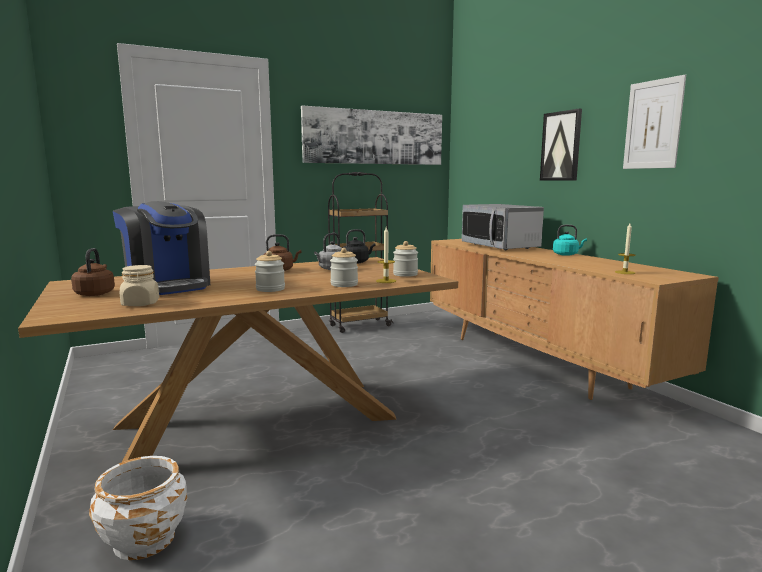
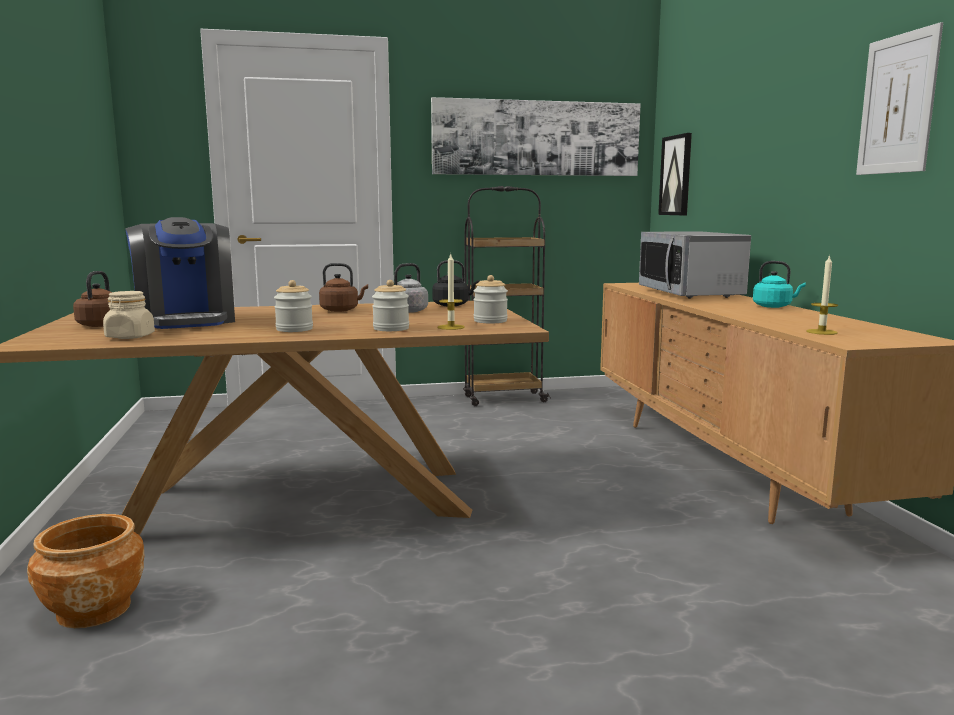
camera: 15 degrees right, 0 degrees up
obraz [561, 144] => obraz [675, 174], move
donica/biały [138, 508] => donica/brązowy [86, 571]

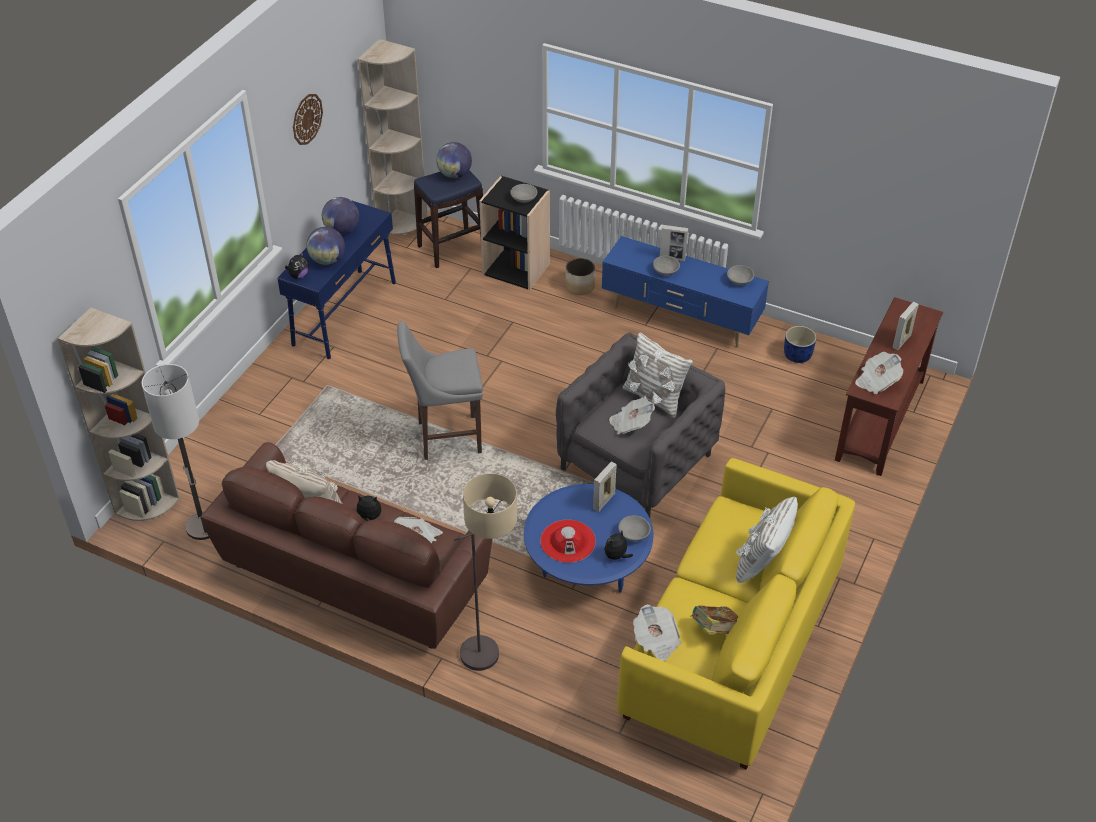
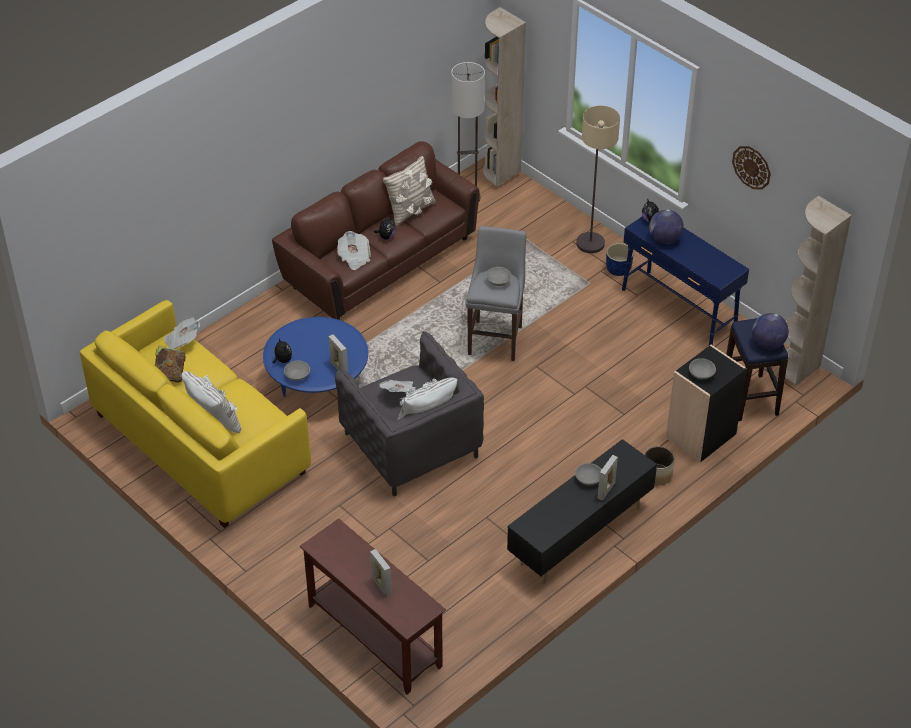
camera: 110 degrees right, 0 degrees up
globus [340, 216] => nothing
kapelusz/czerwony [568, 541] => nothing
gazeta [879, 373] => nothing
lampa stojąca/beżowy [485, 572] => lampa stojąca/beżowy [598, 179], move
miska/szary [740, 275] => miska/szary [498, 276], move
donica/niebieski [800, 344] => donica/niebieski [620, 259], move
szafka pod telewizor/niebieski [685, 291] => szafka pod telewizor/czarny [582, 511]

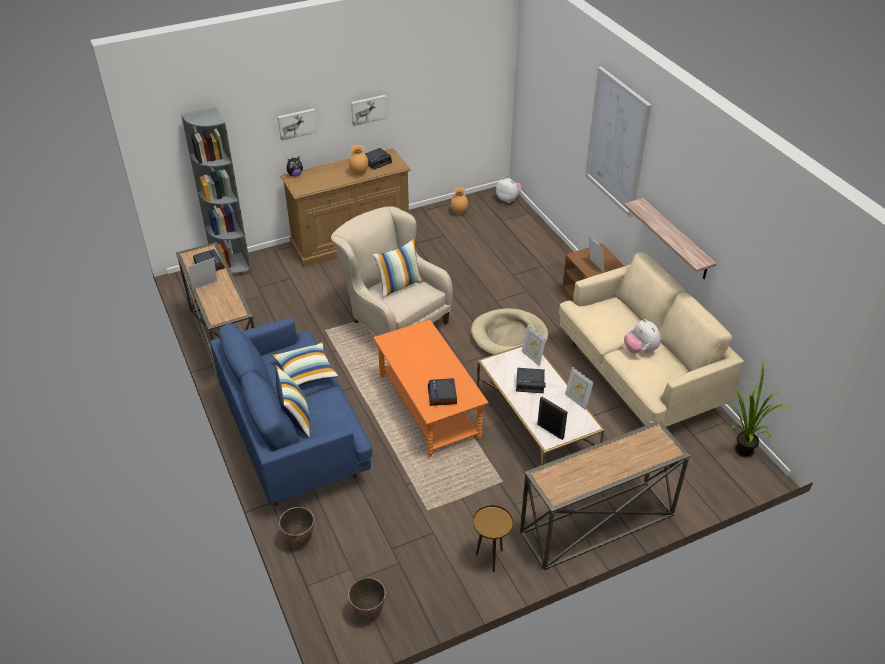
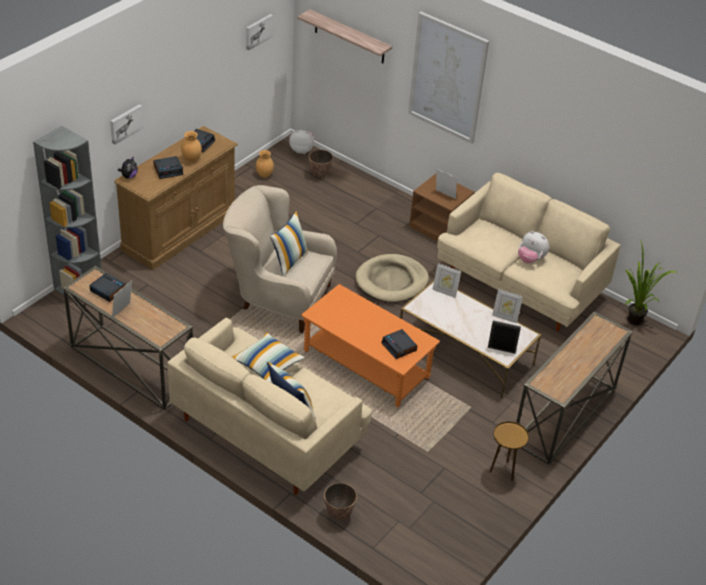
camera: 30 degrees left, 0 degrees up
donica [367, 598] => donica [321, 163], move
obraz [369, 110] => obraz [259, 32], move
budzik [531, 380] => budzik [168, 167], move
półka [670, 238] => półka [344, 36], move
kanapa/niebieski [291, 411] => kanapa/beżowy [269, 406]

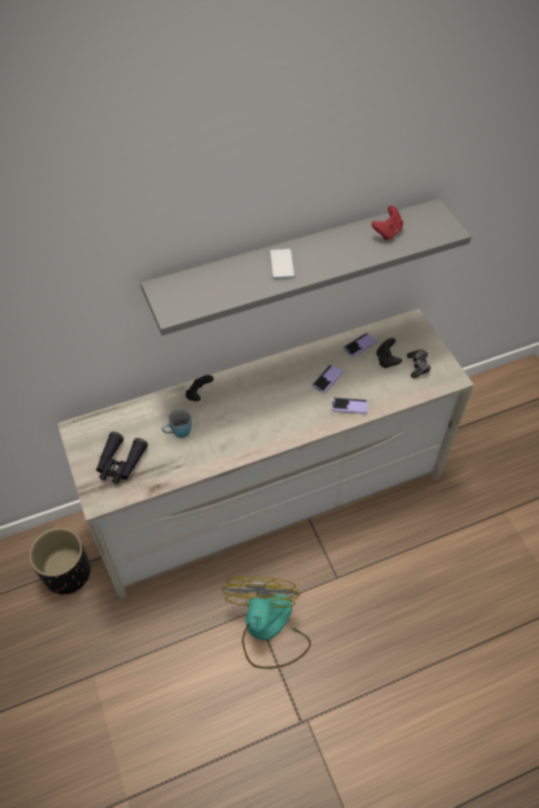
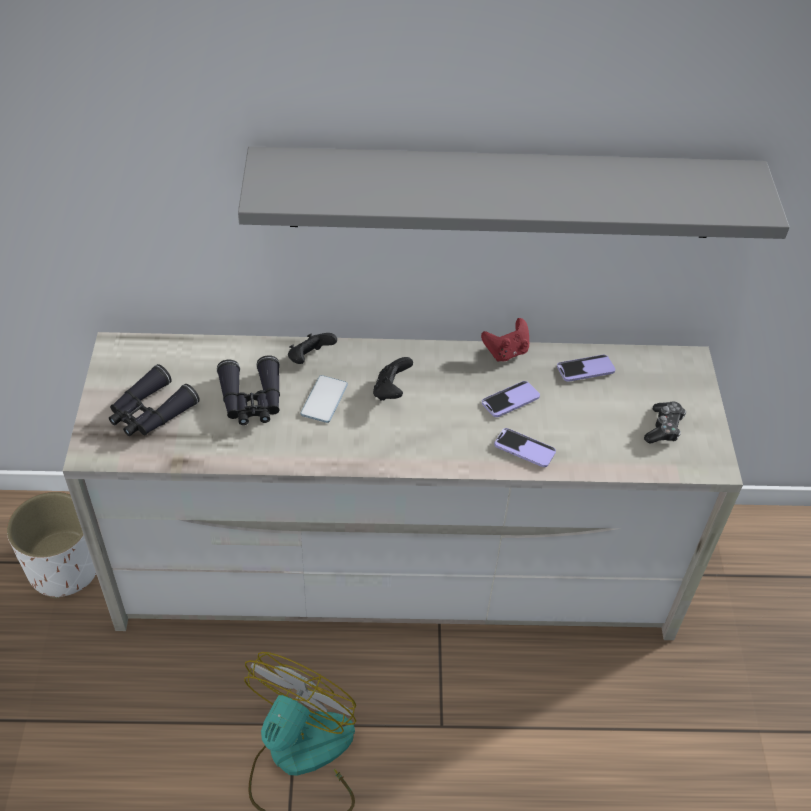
camera: 20 degrees right, 5 degrees down
telefon [282, 264] => telefon [324, 399], move
pad do gier/czerwony [387, 223] => pad do gier/czerwony [505, 340], move
pad do gier/czarny [389, 353] => pad do gier/czarny [393, 379], move
kubek/niebieski [176, 423] => lornetka/czarny [248, 390]
donica/czarny [60, 561] => donica/biały [51, 545]

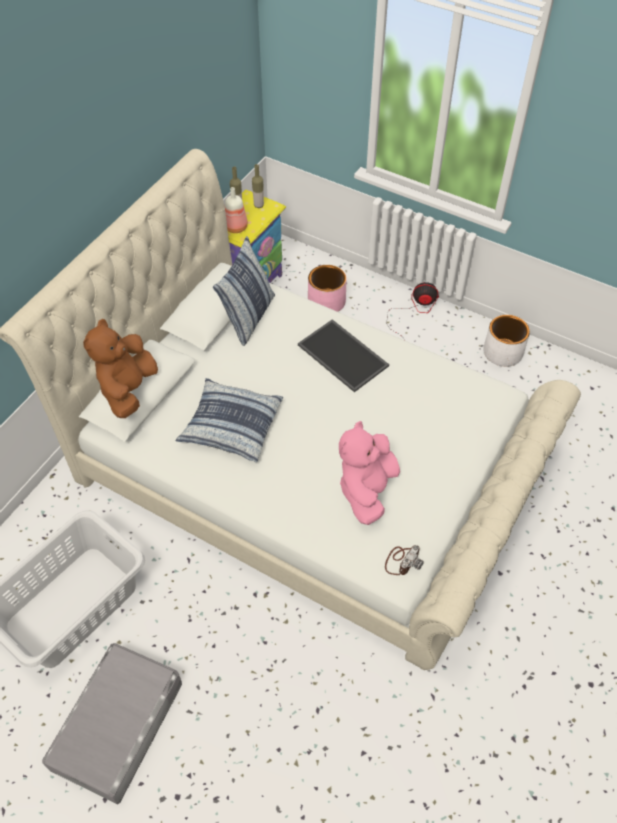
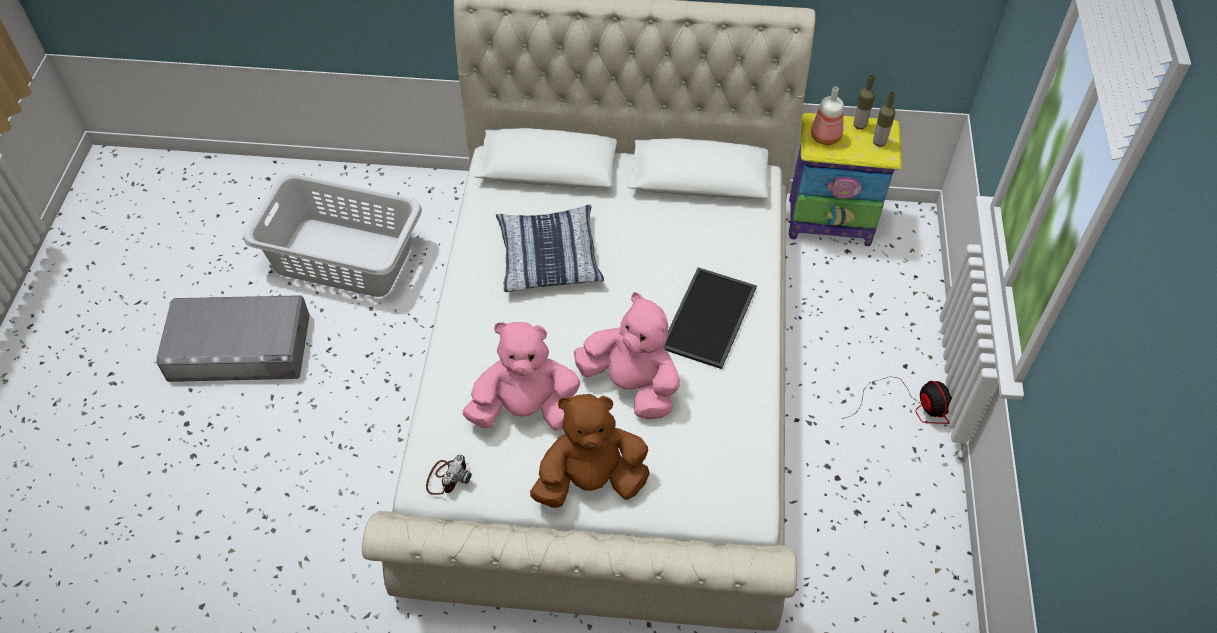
camera: 65 degrees right, 0 degrees up
poduszka [244, 291] => nothing
donica/różowy [327, 288] => nothing
donica/biały [506, 341] => nothing
nothing => pluszak/różowy [627, 355]
pluszak/brązowy [120, 368] => pluszak/brązowy [590, 451], move
aparat fotograficzny [404, 560] => aparat fotograficzny [448, 475], 75 degrees counterclockwise

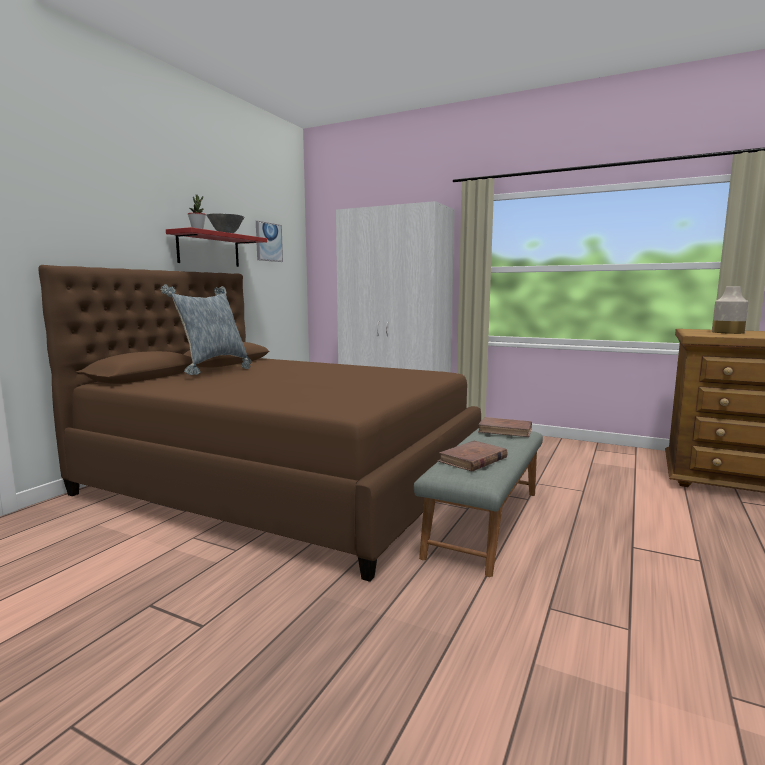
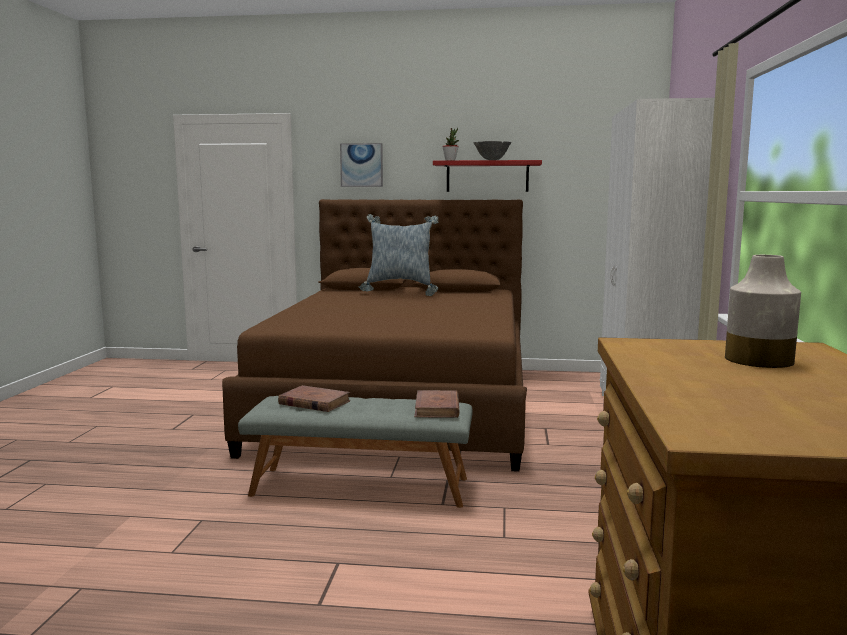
camera: 70 degrees right, 0 degrees up
obraz [269, 241] => obraz [361, 165], move

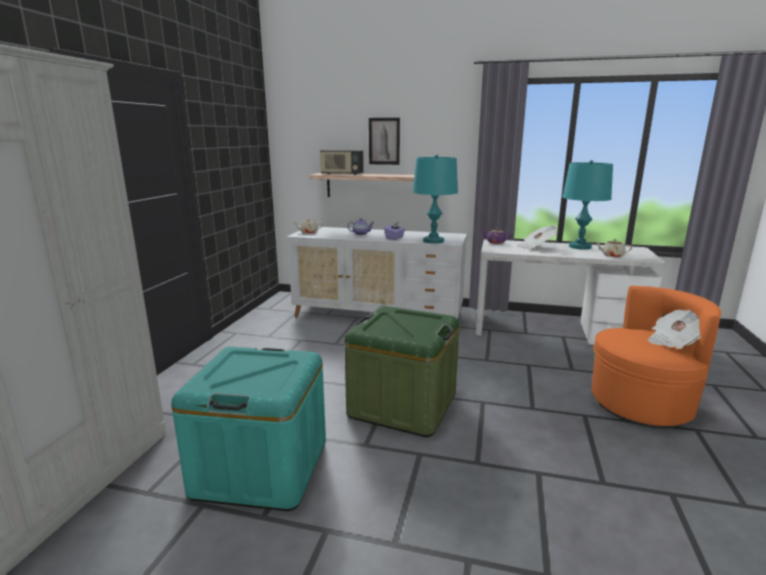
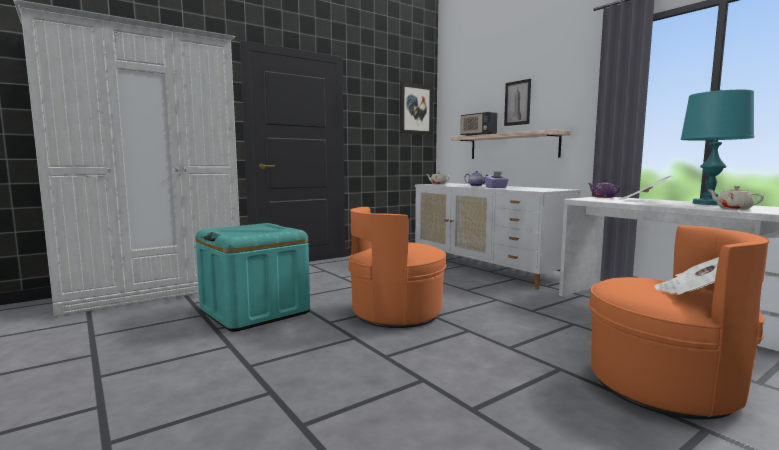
camera: 40 degrees right, 10 degrees down
lampa stołowa/turkusowy [435, 199] => nothing
nothing => obraz [416, 108]
pojemnik do przechowywania/zielony [401, 371] => fotel/pomarańczowy [397, 267]

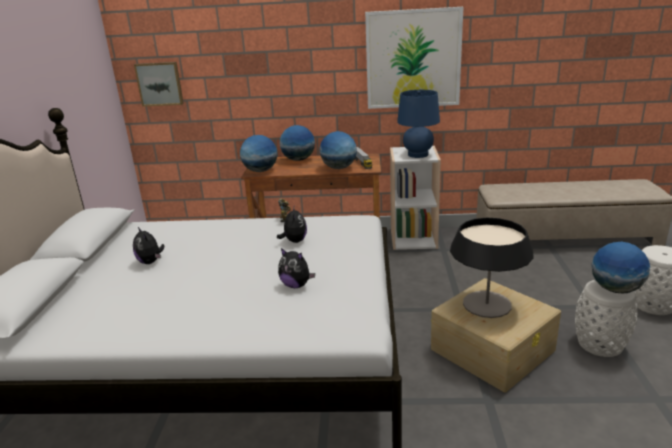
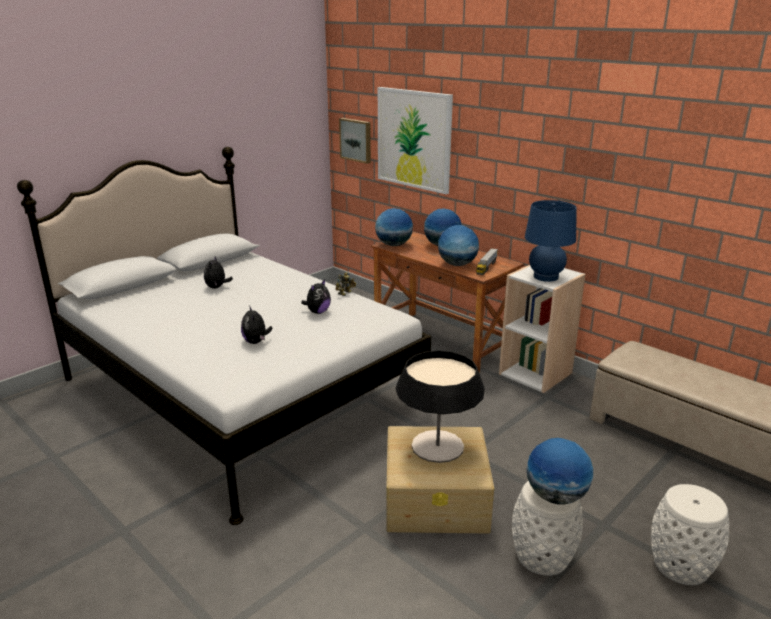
camera: 40 degrees right, 0 degrees up
obraz [414, 58] => obraz [415, 140], move

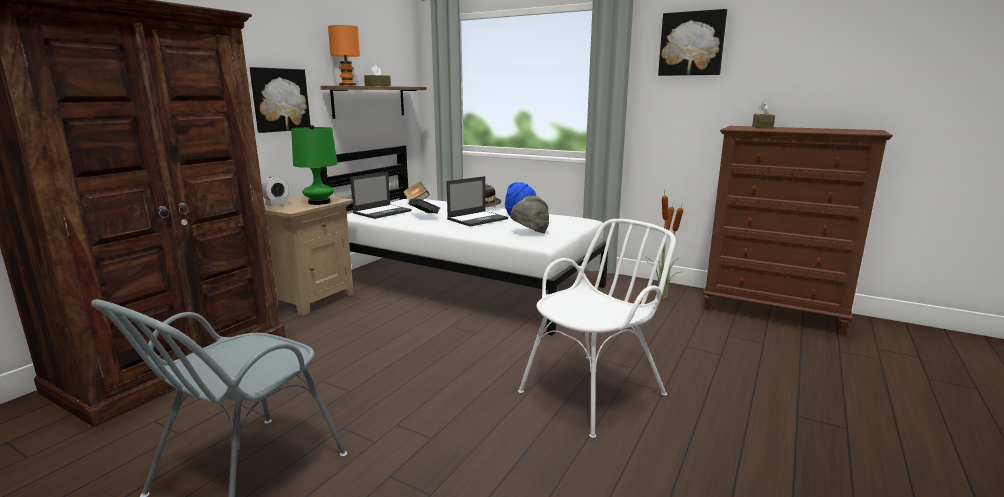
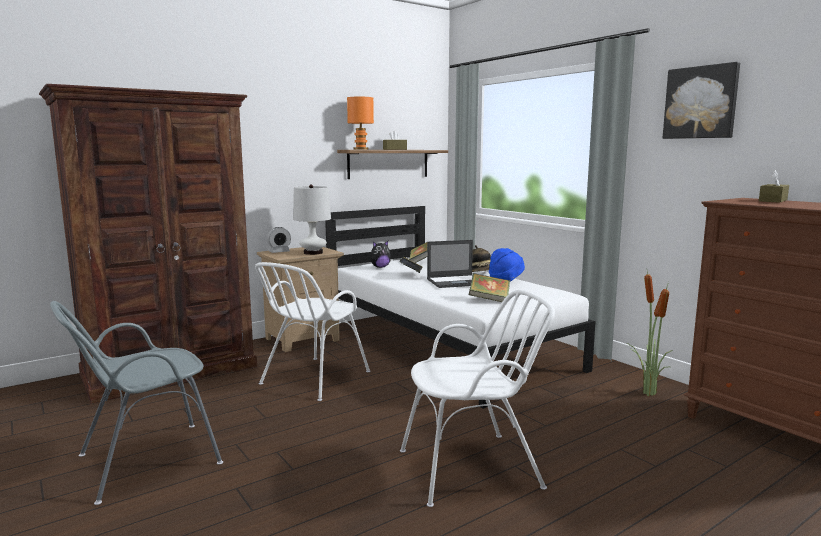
camera: 25 degrees right, 5 degrees down
obraz [280, 100] => nothing
nothing => krzesło/biały [312, 331]
laptop [381, 195] => pluszak [380, 254]
kapelusz/szary [529, 214] => książka [489, 287]
lampa stołowa/zielony [314, 165] => lampa stołowa/biały [312, 219]

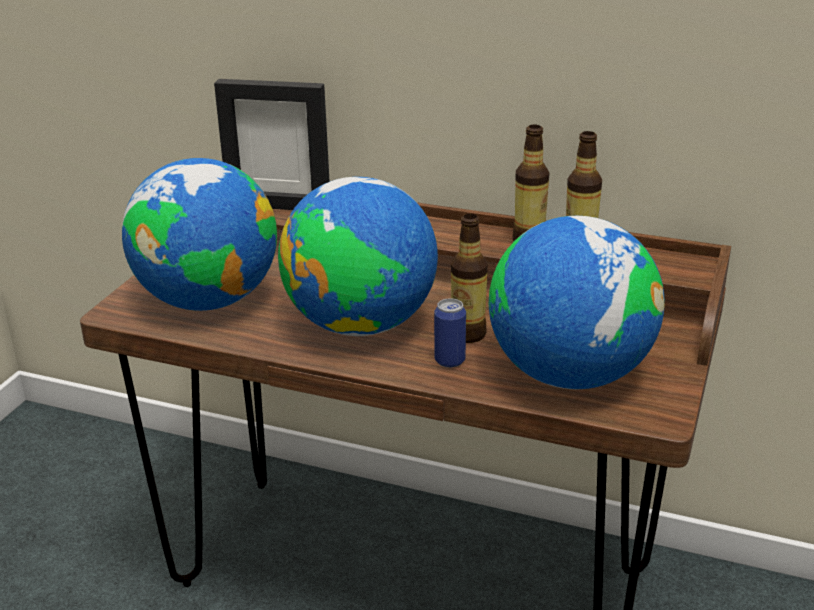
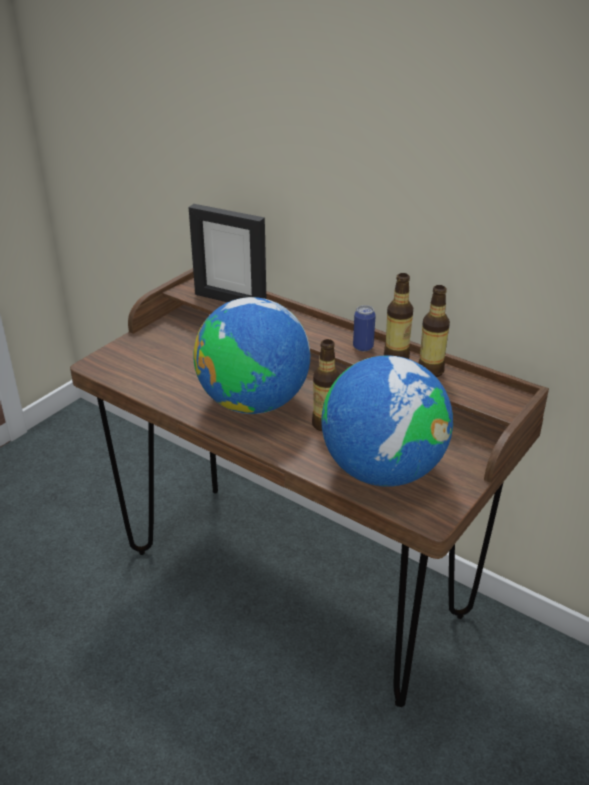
camera: 15 degrees right, 5 degrees up
globus [199, 234] => nothing
puszka [450, 333] => puszka [364, 328], move

